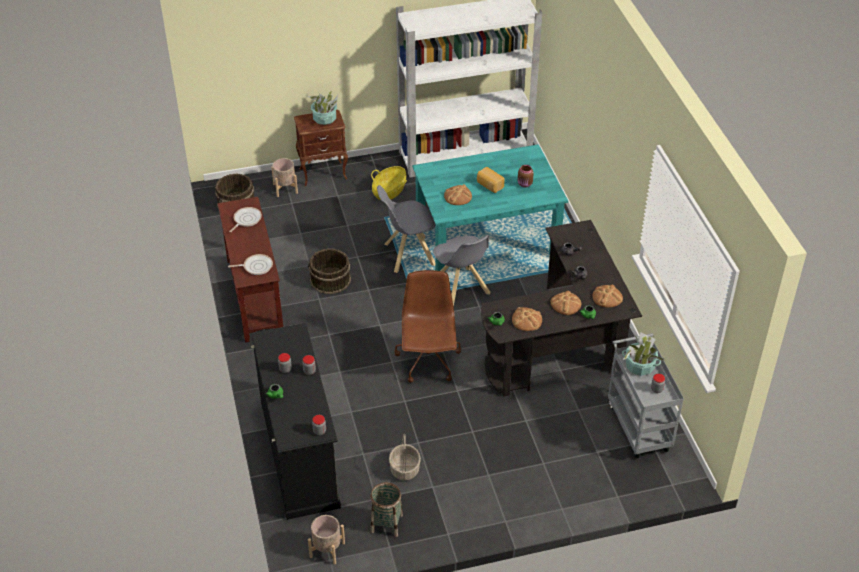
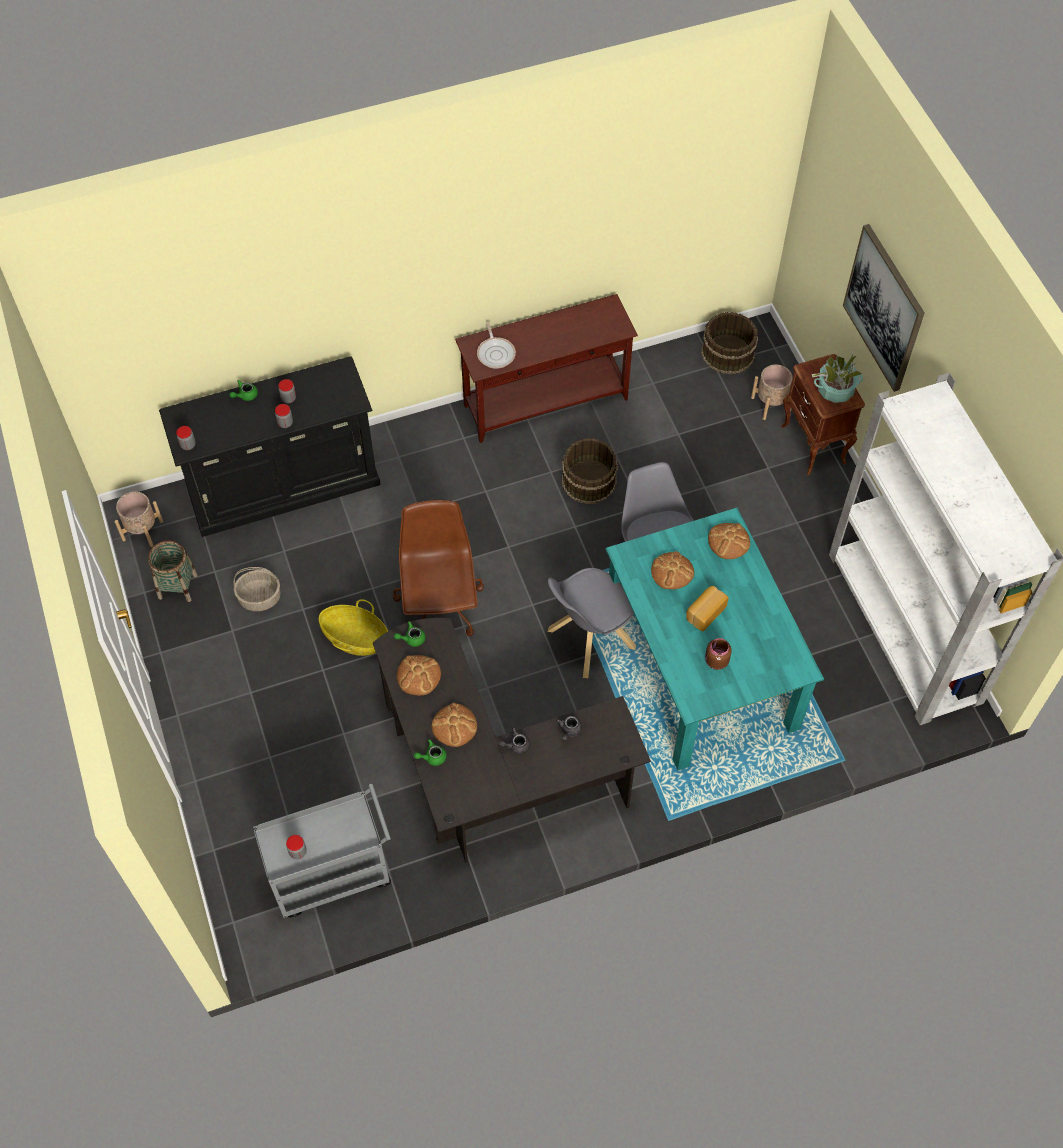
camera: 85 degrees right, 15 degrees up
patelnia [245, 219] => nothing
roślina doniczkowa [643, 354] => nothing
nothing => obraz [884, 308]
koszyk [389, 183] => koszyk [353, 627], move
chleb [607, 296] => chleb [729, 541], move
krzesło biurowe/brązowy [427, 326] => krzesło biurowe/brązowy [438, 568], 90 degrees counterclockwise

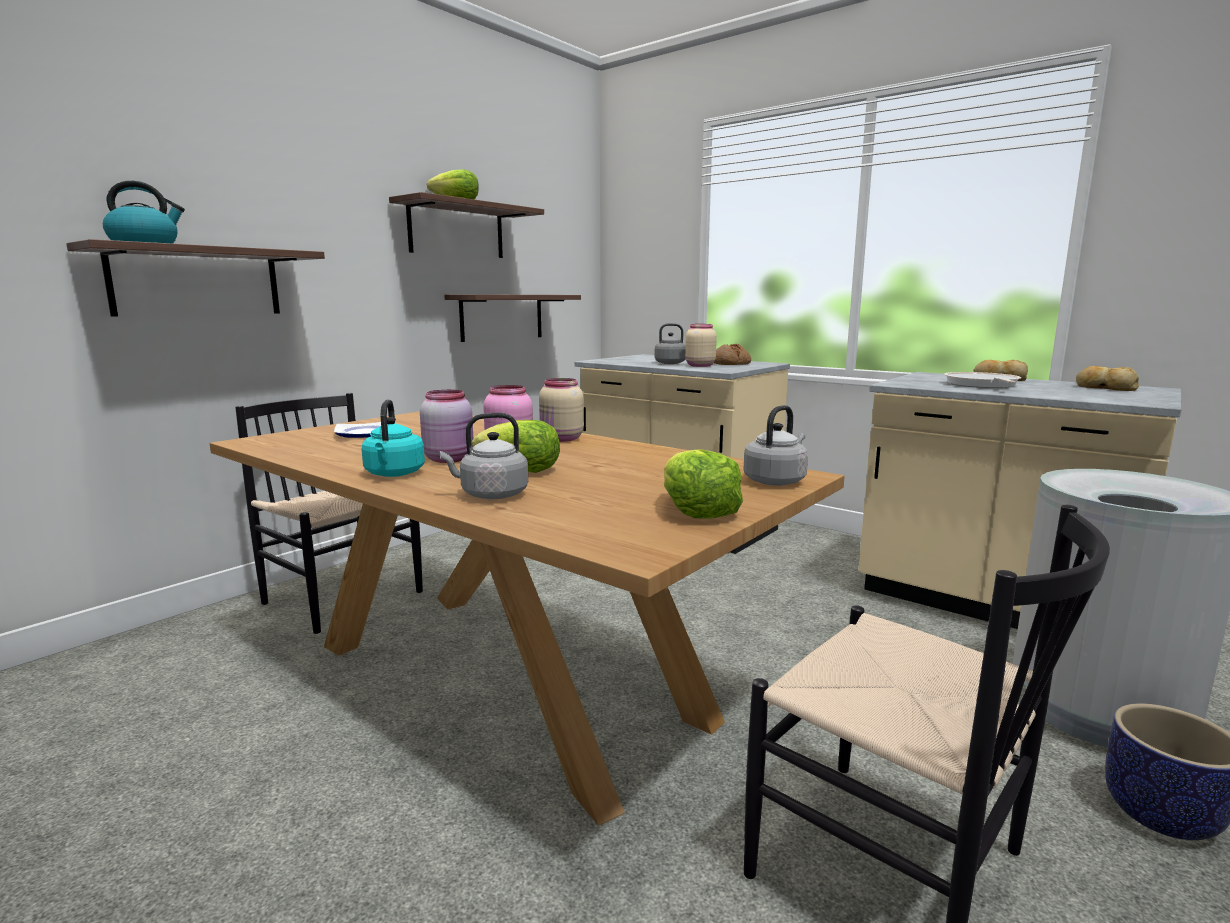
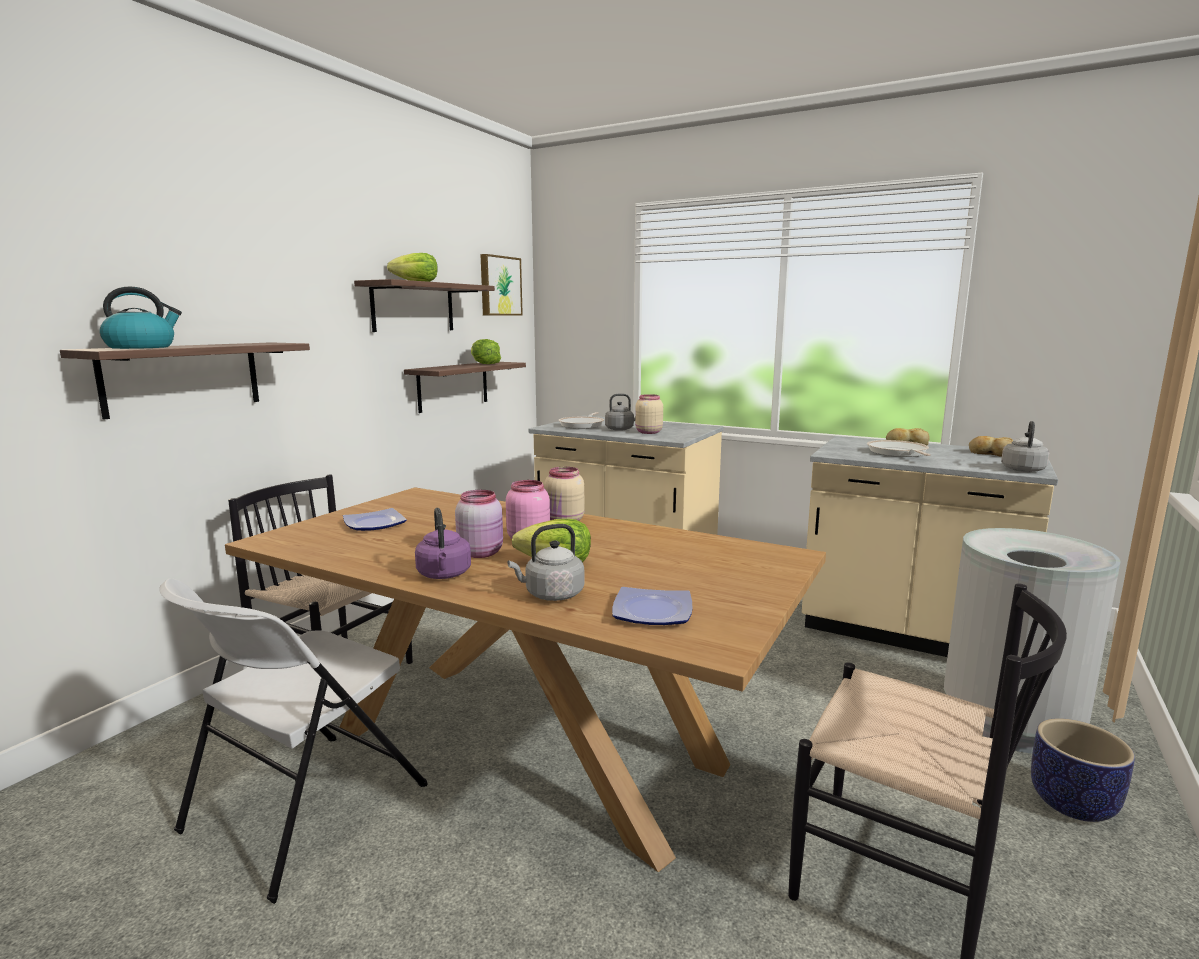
camera: 10 degrees left, 0 degrees up
chleb [732, 354] => nothing
nothing => krzesło/biały [293, 741]
nothing => obraz [501, 285]
nothing => patelnia [581, 420]
nothing => talerz [652, 606]
sałata [703, 484] => sałata [486, 351], move
czajnik/szary [775, 445] => czajnik/szary [1025, 446], move
czajnik/turkusowy [393, 438] => czajnik/fioletowy [443, 543]

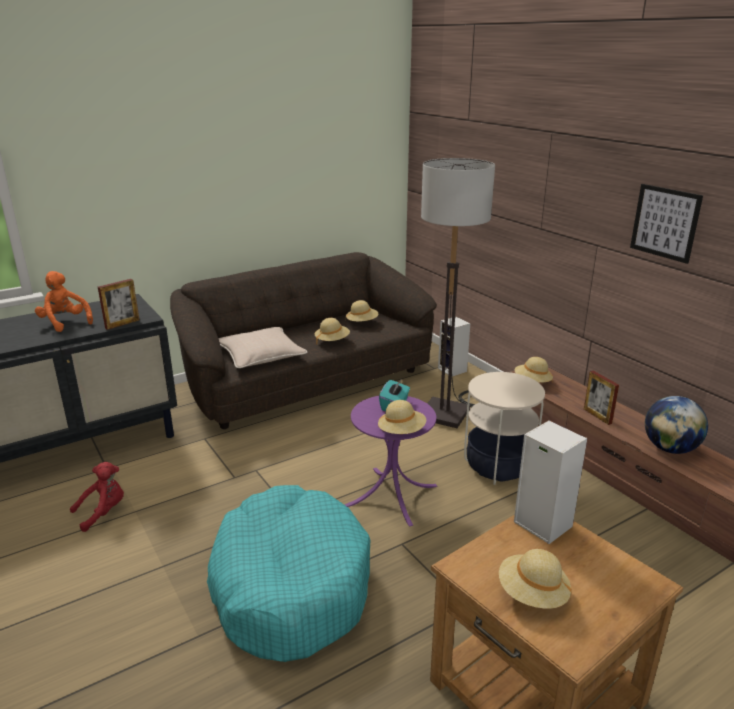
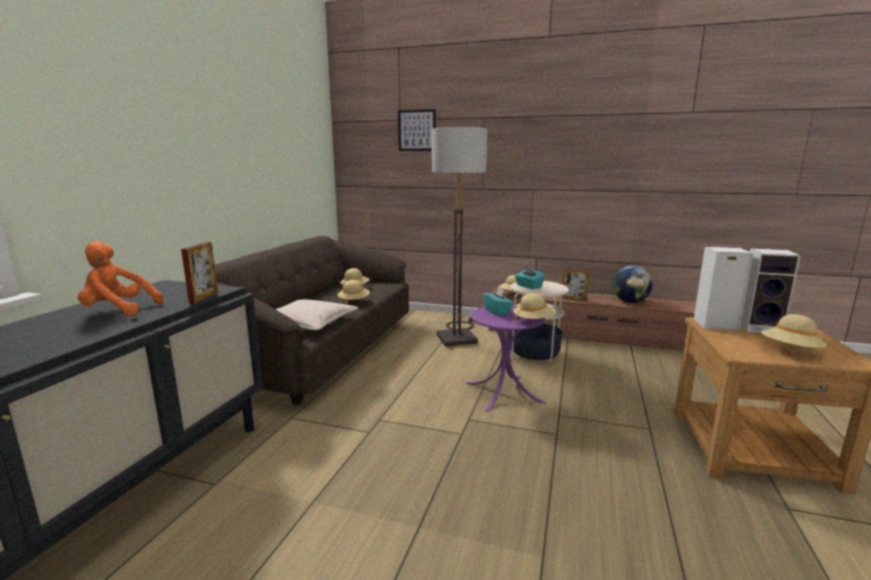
camera: 40 degrees left, 10 degrees down
pluszak/czerwony [97, 497] => nothing
legowisko/turkusowy [288, 573] => nothing
nothing => pudełko chusteczek/turkusowy [530, 277]
głośnik [454, 347] => głośnik [770, 290], move
obraz [666, 224] => obraz [417, 130], move

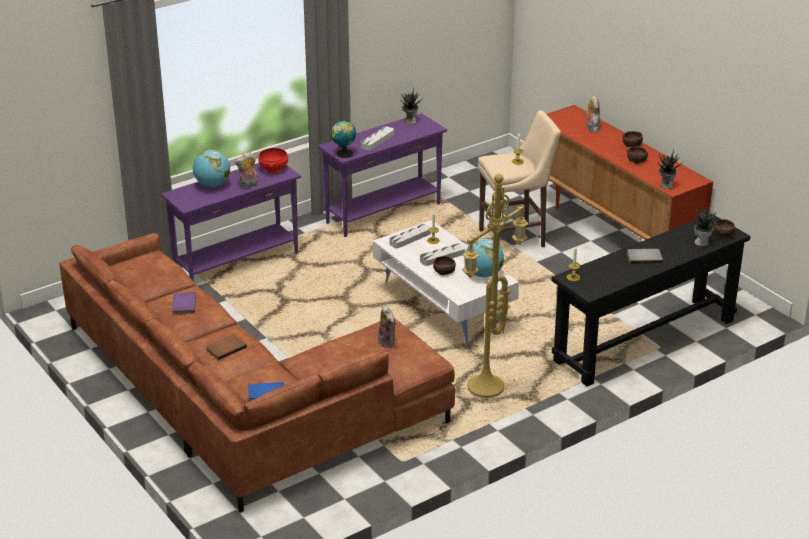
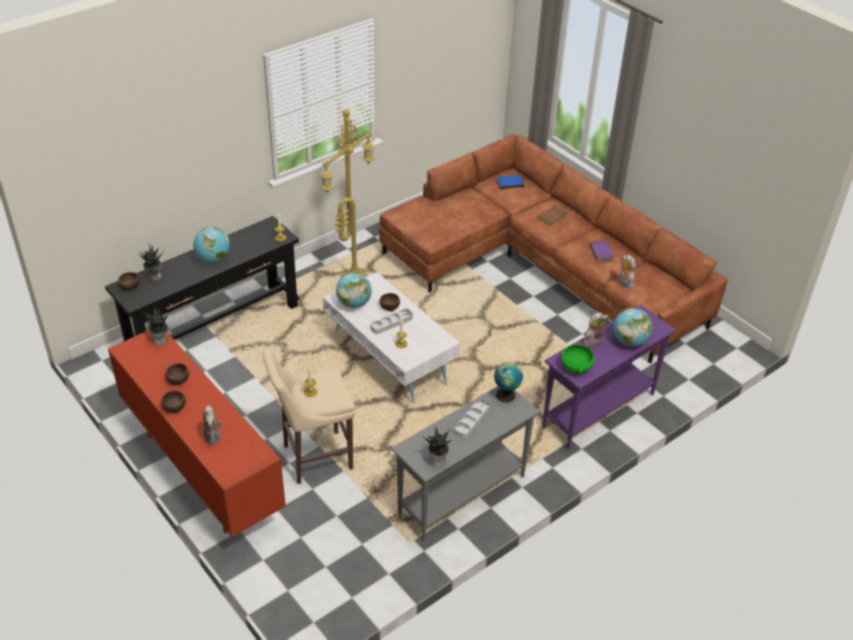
camera: 175 degrees right, 10 degrees up
taca/szary [410, 236] => nothing
pluszak [387, 326] => pluszak [627, 271], move
książka/szary [645, 256] => globus [211, 245]
miska/czerwony [273, 160] => miska/zielony [578, 359]
stolik konsolowy/fioletowy [382, 175] => stolik konsolowy/szary [465, 463]

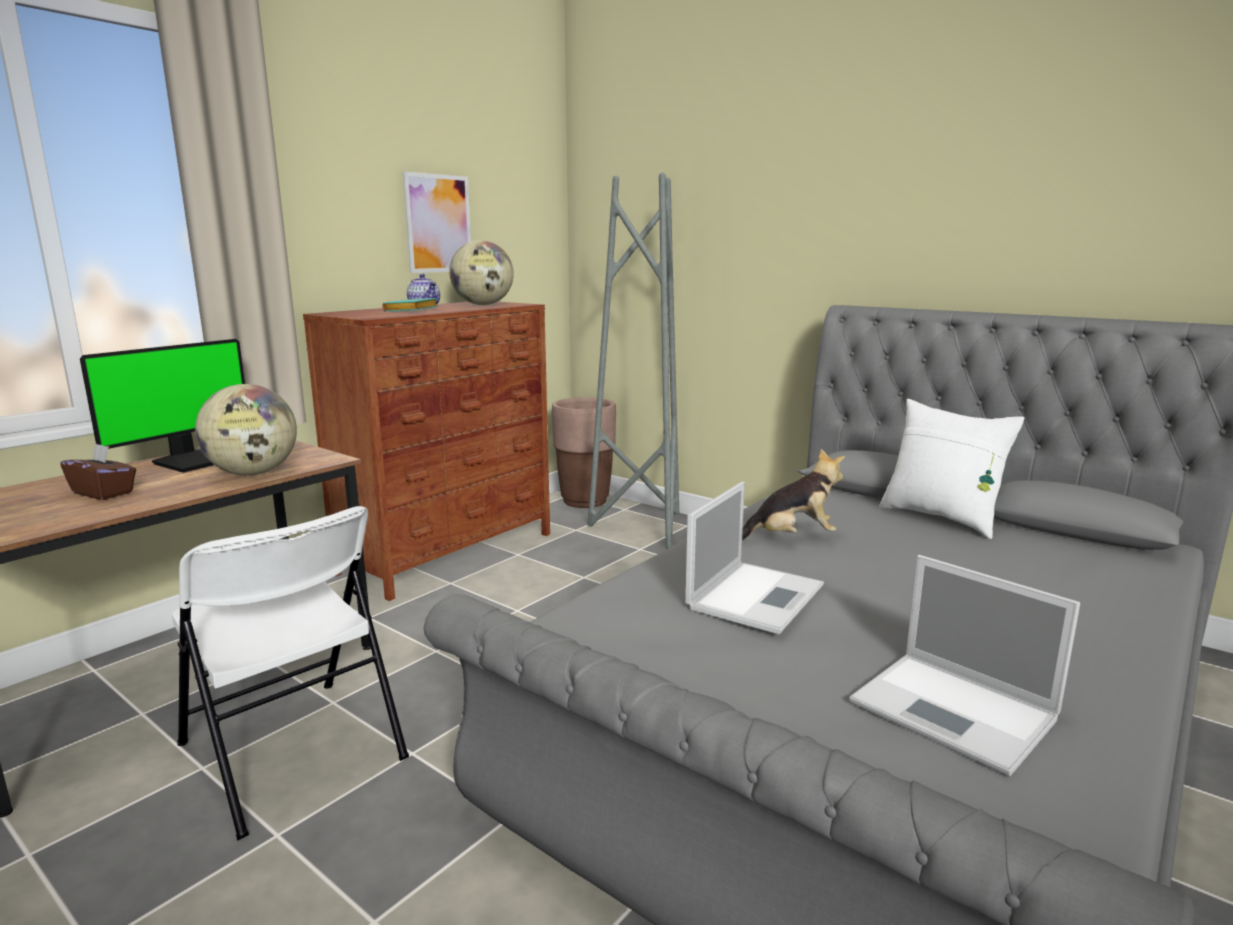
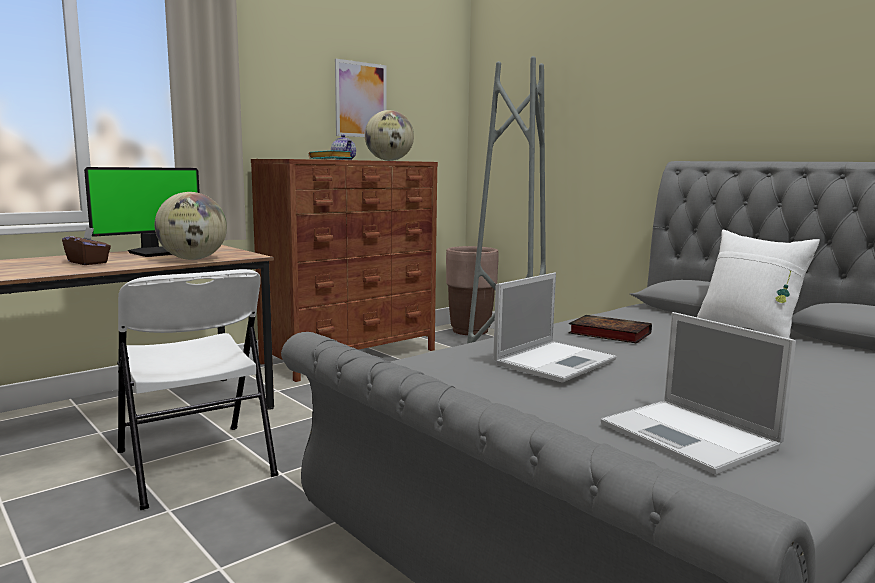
camera: 10 degrees right, 5 degrees down
pluszak [793, 494] => książka [610, 329]

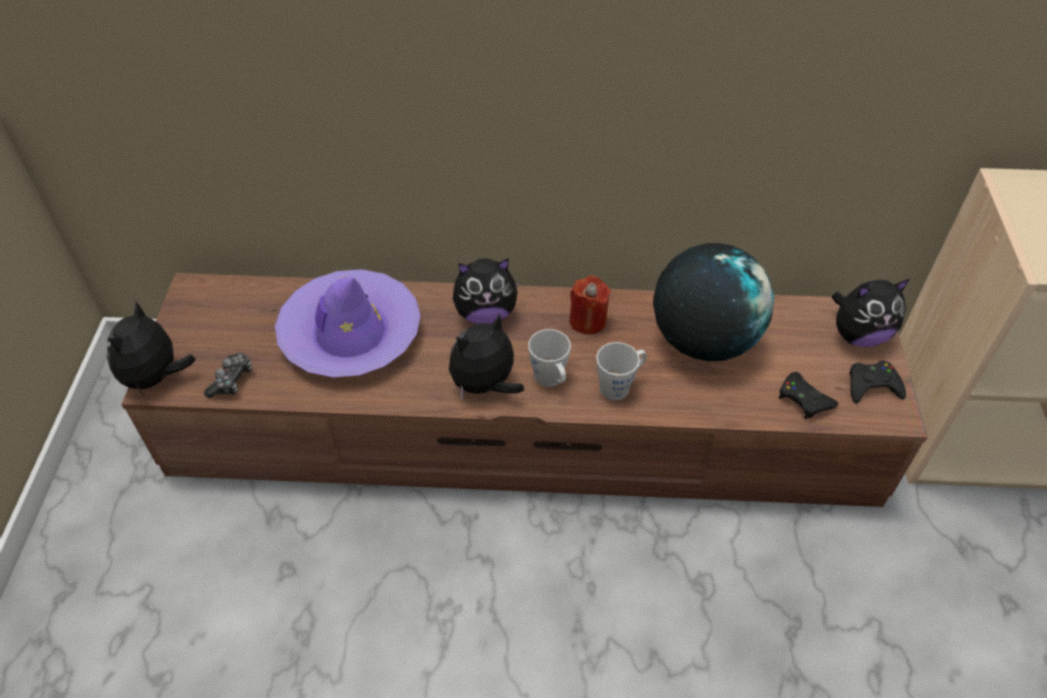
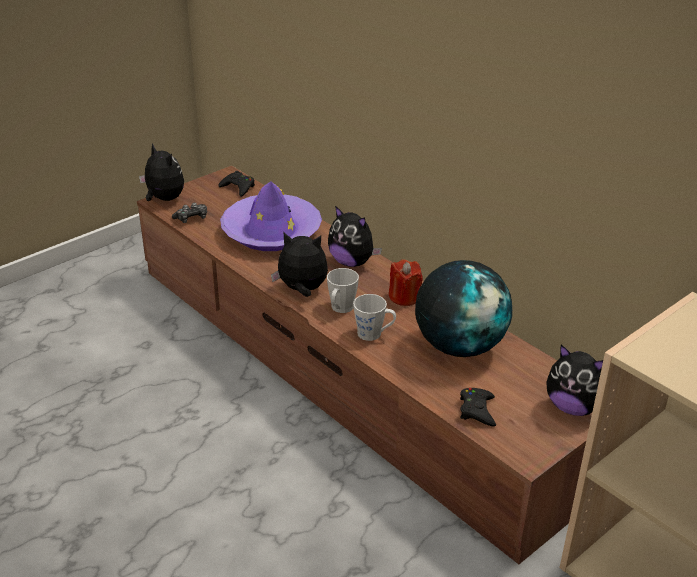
camera: 45 degrees right, 15 degrees down
pad do gier/czarny [878, 382] => pad do gier/czarny [236, 184], move
pluszak [151, 348] => pluszak [161, 172], 75 degrees clockwise

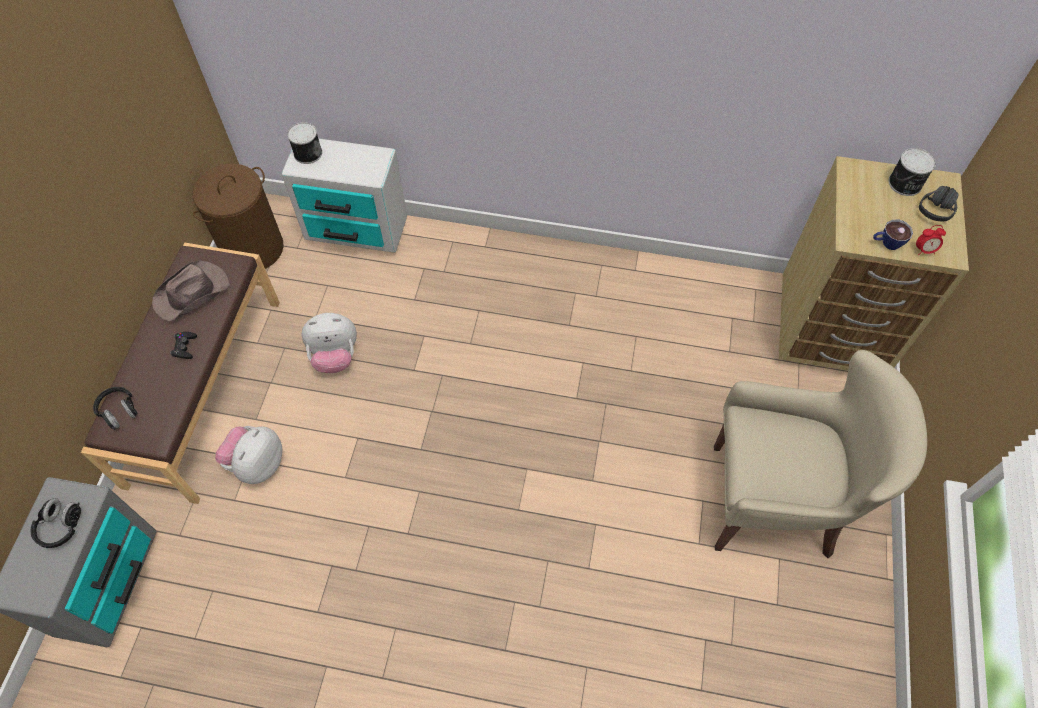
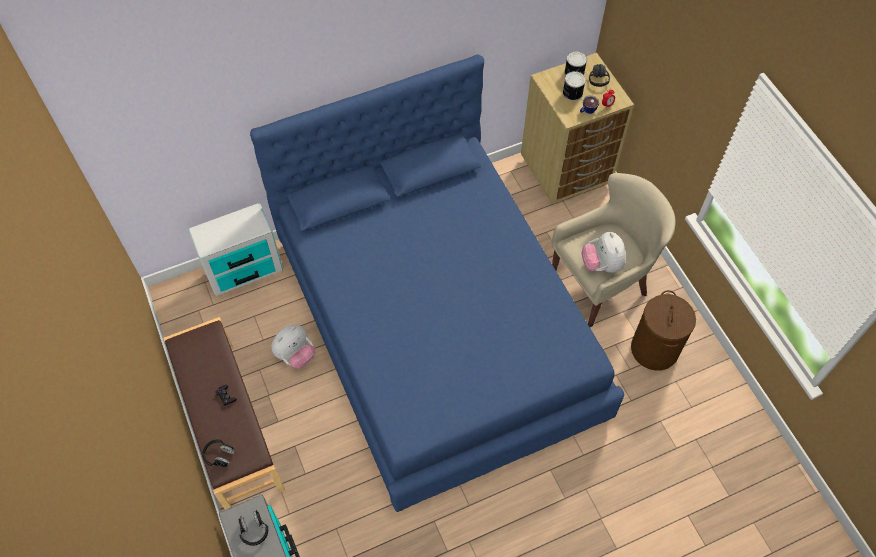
camera: 35 degrees left, 0 degrees up
kapelusz/brązowy [191, 291] => nothing
nothing => łóżko/niebieski [437, 283]
kosz na pranie/brązowy [238, 216] => kosz na pranie/brązowy [663, 330], move
pluszak [248, 455] => pluszak [603, 252], move
puszka [304, 143] => puszka [574, 86], move

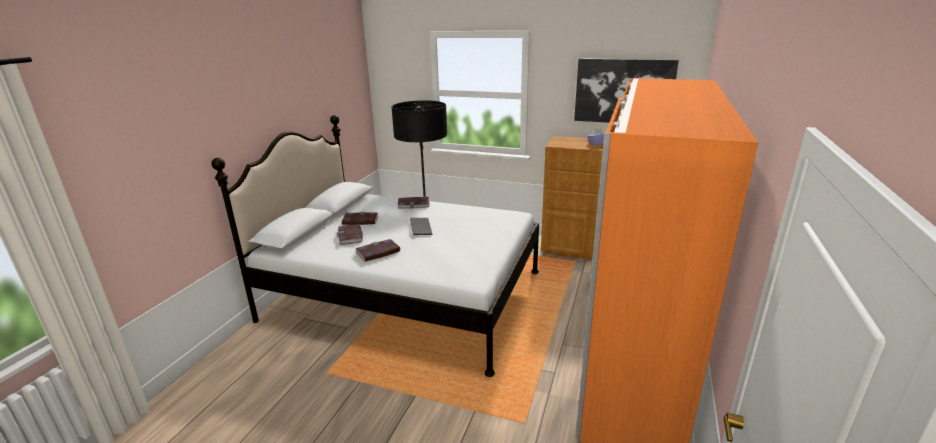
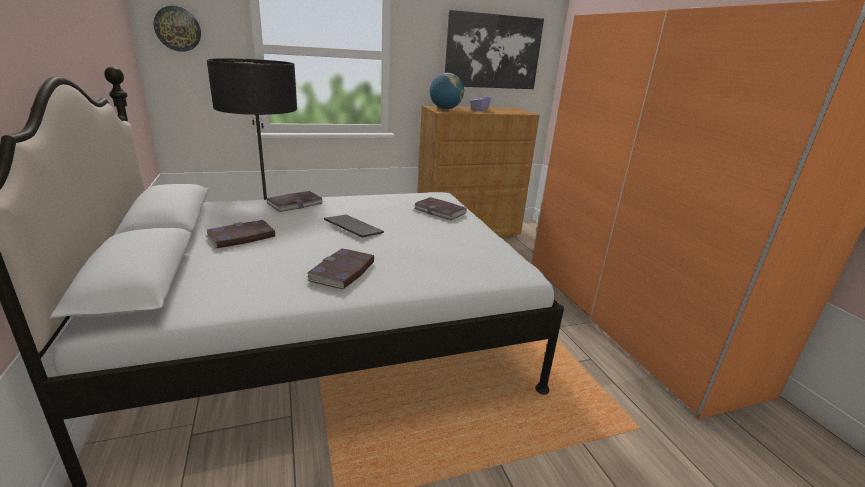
camera: 40 degrees left, 0 degrees up
nothing => zegar ścienny [177, 29]
nothing => globus [446, 91]
książka [350, 234] => książka [440, 208], move

